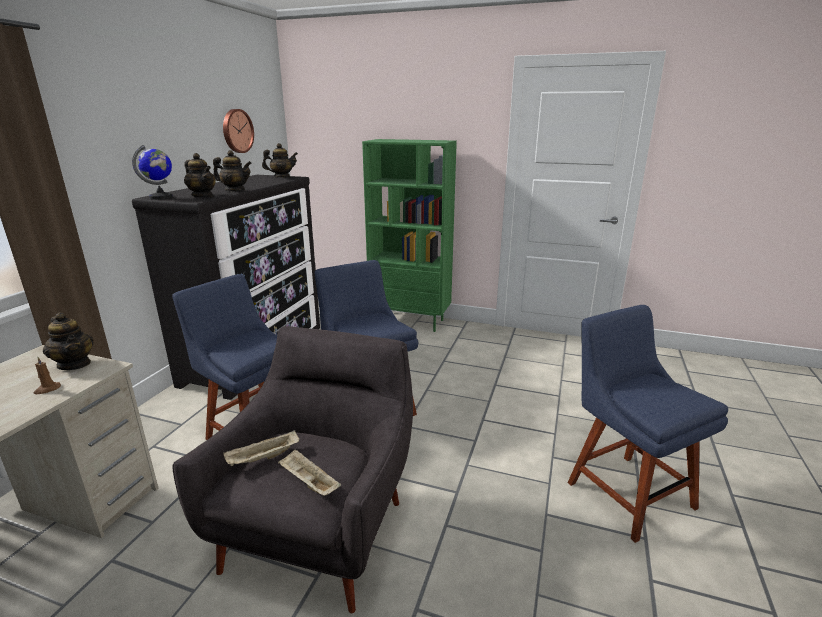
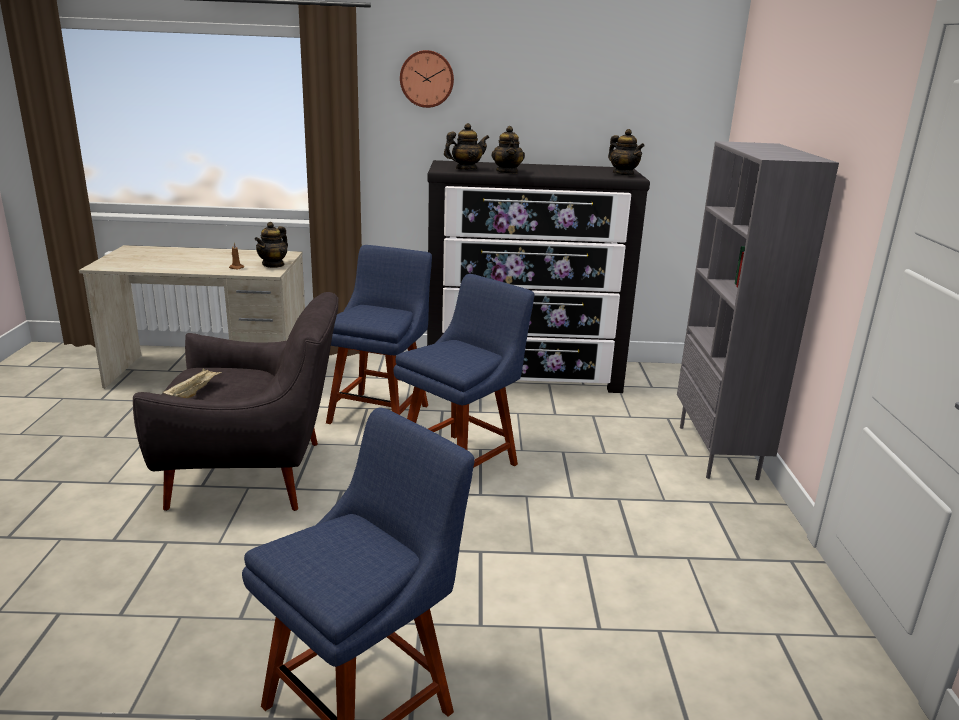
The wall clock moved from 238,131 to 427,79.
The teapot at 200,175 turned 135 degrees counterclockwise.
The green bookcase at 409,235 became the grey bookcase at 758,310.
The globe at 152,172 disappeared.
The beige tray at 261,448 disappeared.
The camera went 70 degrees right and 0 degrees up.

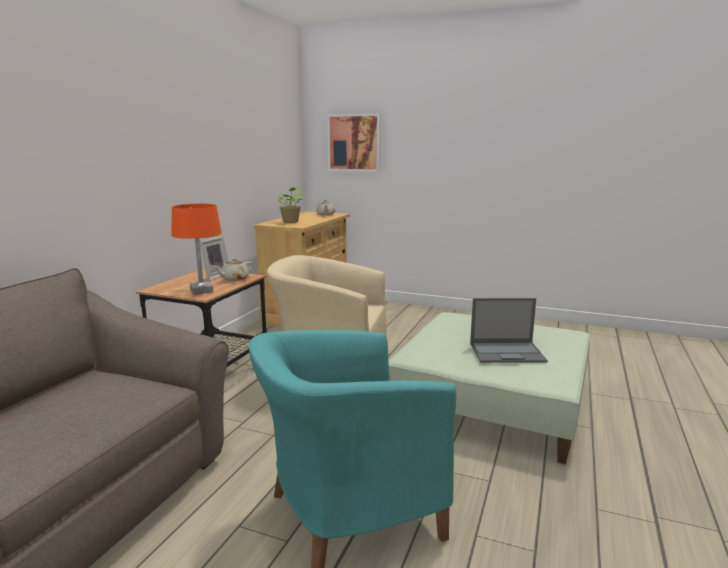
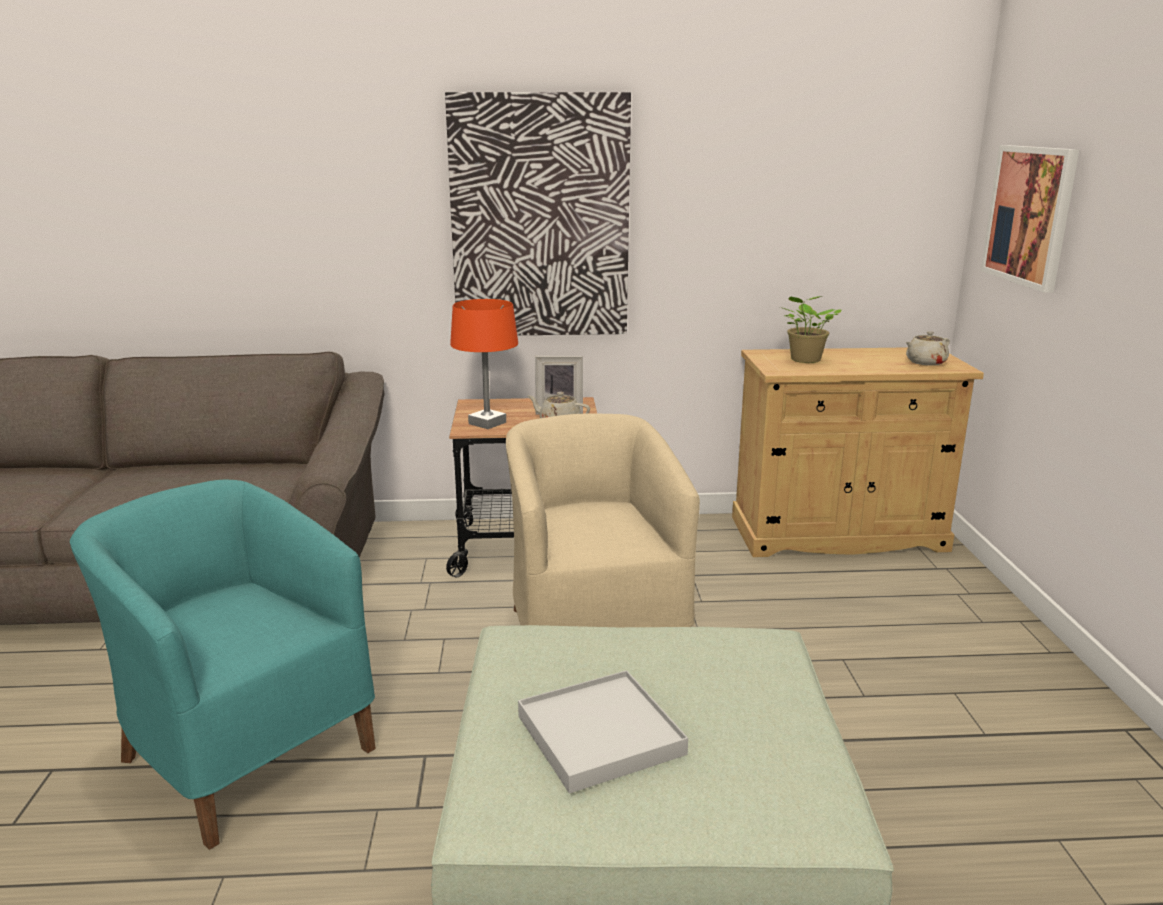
The picture at 538,213 appeared.
The laptop at 509,330 was replaced by the white tray at 603,732.
The camera went 65 degrees right and 5 degrees up.

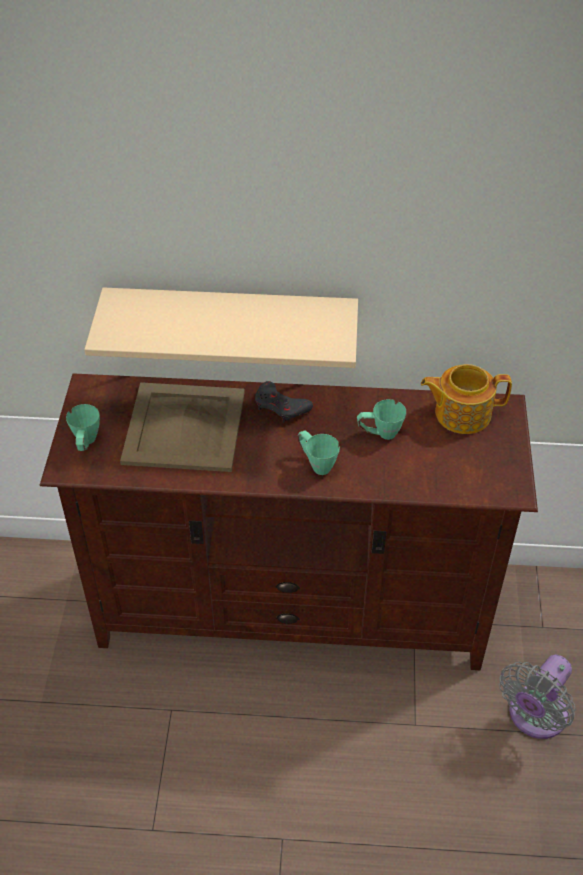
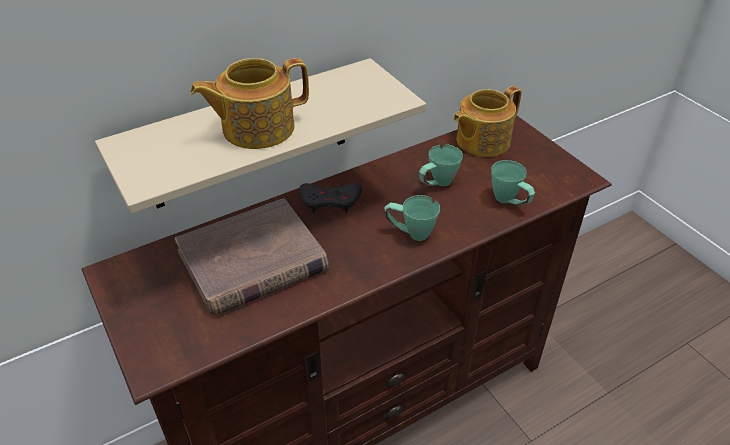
The beige tray at 182,427 was replaced by the brown book at 252,256.
The teapot at 249,103 appeared.
The green mug moved from 83,427 to 513,182.
The grey fan at 537,697 disappeared.
The camera went 35 degrees left and 5 degrees down.

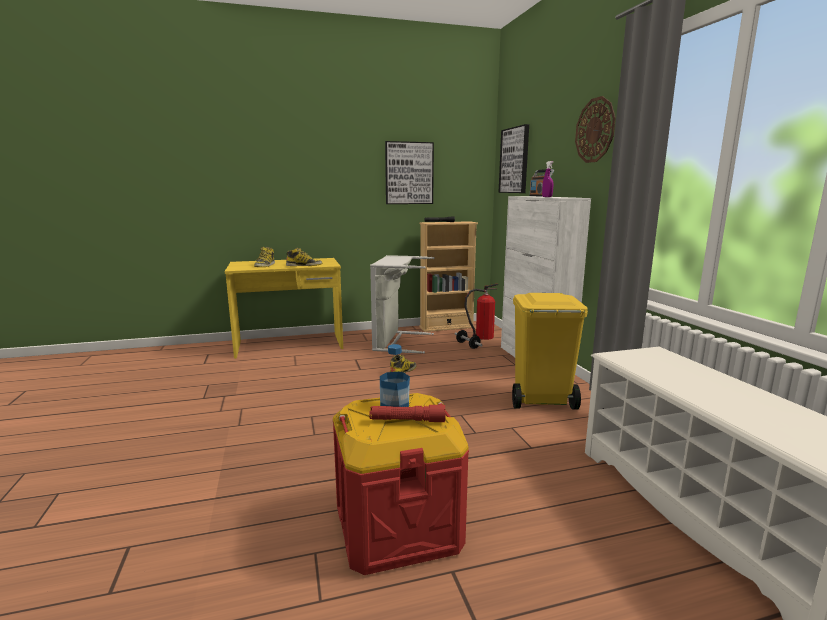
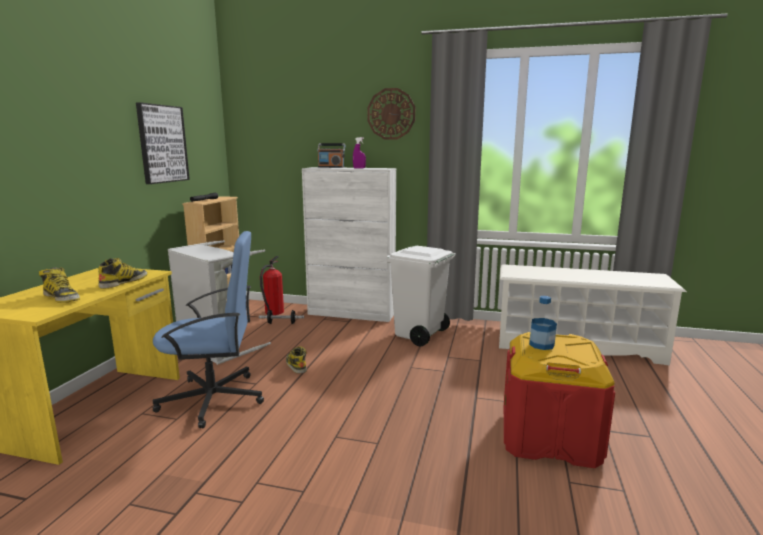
The blue office chair at 208,330 appeared.
The yellow trash can at 550,351 became the white trash can at 421,296.
The red flashlight at 407,413 disappeared.
The picture at 514,158 disappeared.
The camera went 60 degrees left and 0 degrees up.

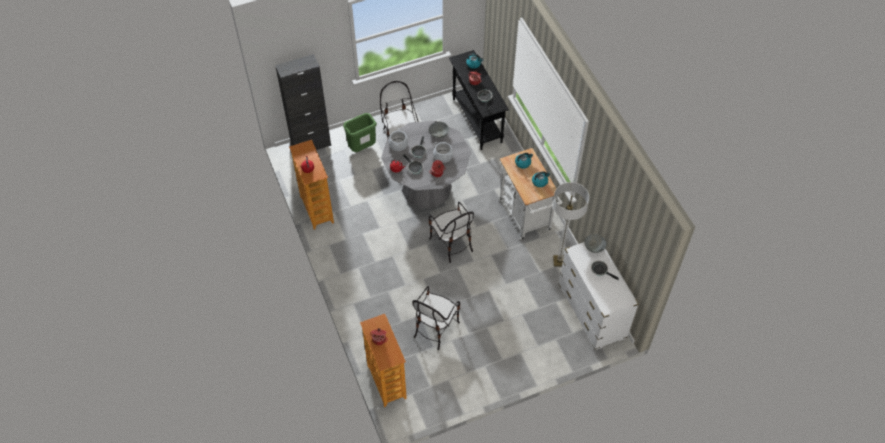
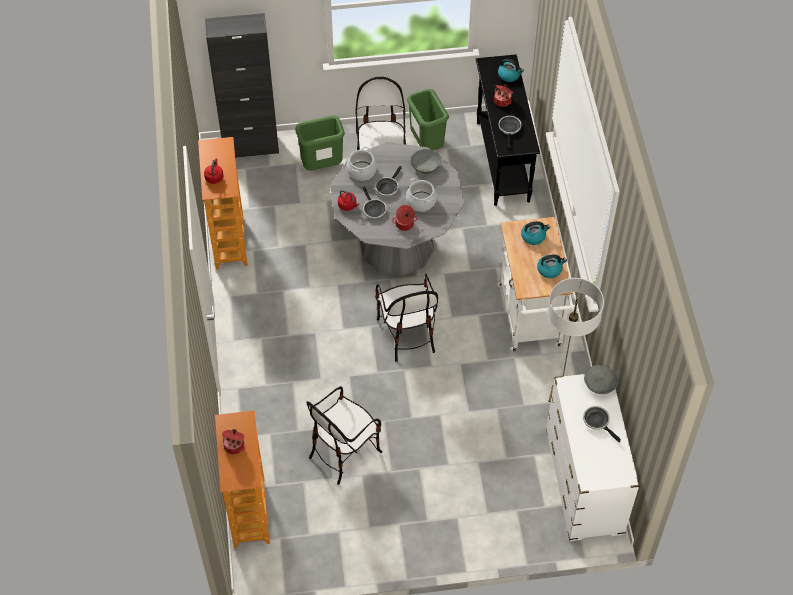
The green trash can at 428,119 appeared.
The camera went 15 degrees right and 0 degrees up.

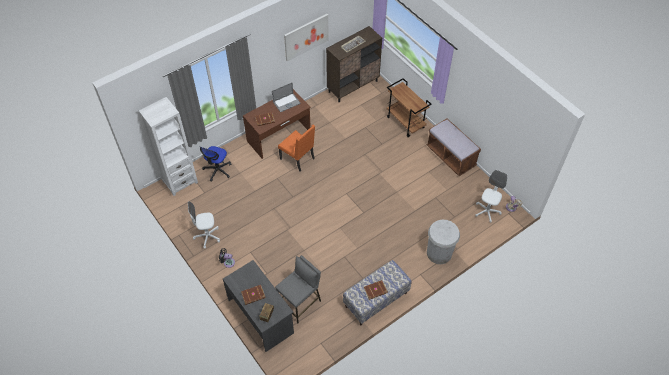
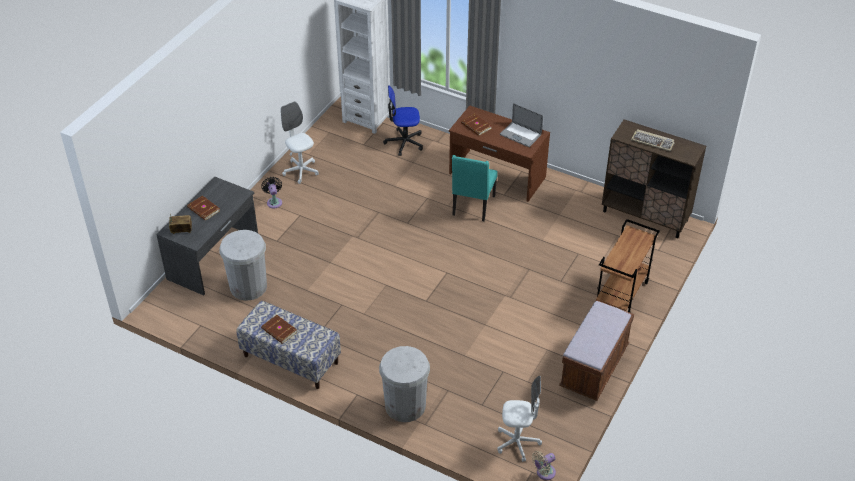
The grey stool at 298,289 was replaced by the white trash can at 243,265.
The orange chair at 296,148 became the turquoise chair at 475,188.
The picture at 306,38 disappeared.
The camera went 65 degrees right and 10 degrees down.

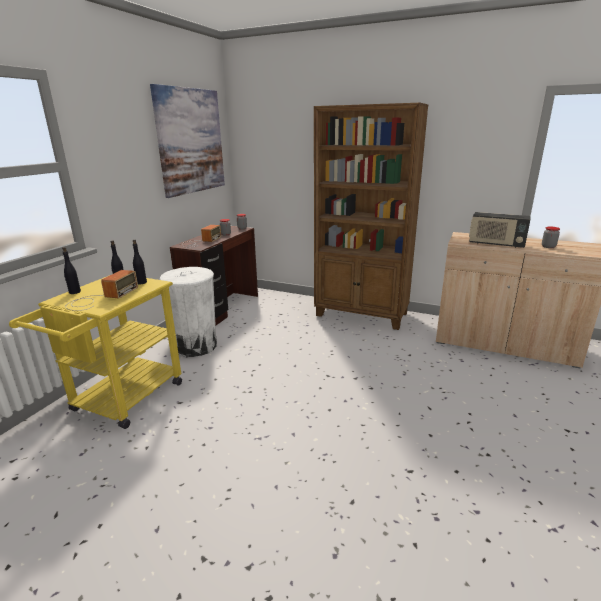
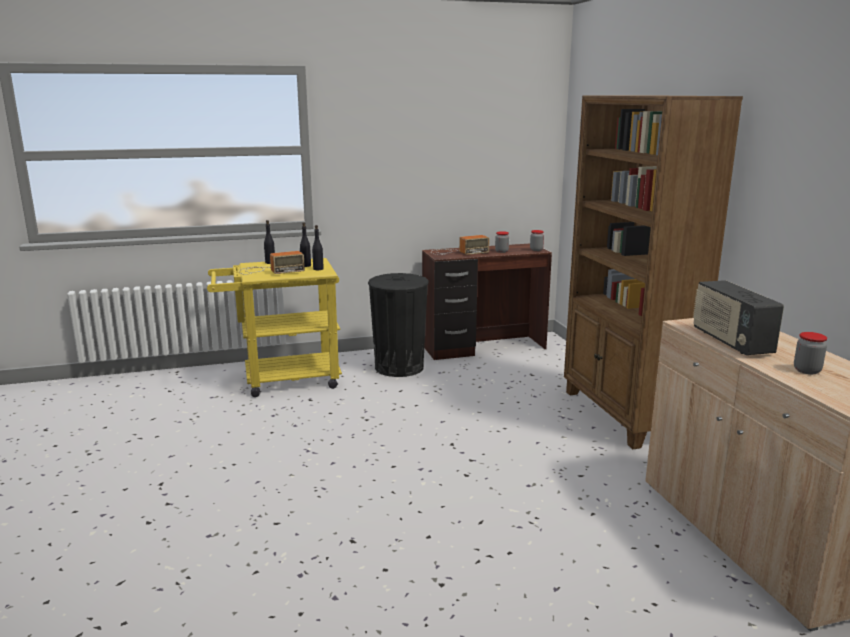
The white trash can at 188,312 became the black trash can at 398,325.
The picture at 187,141 disappeared.
The camera went 50 degrees right and 5 degrees down.

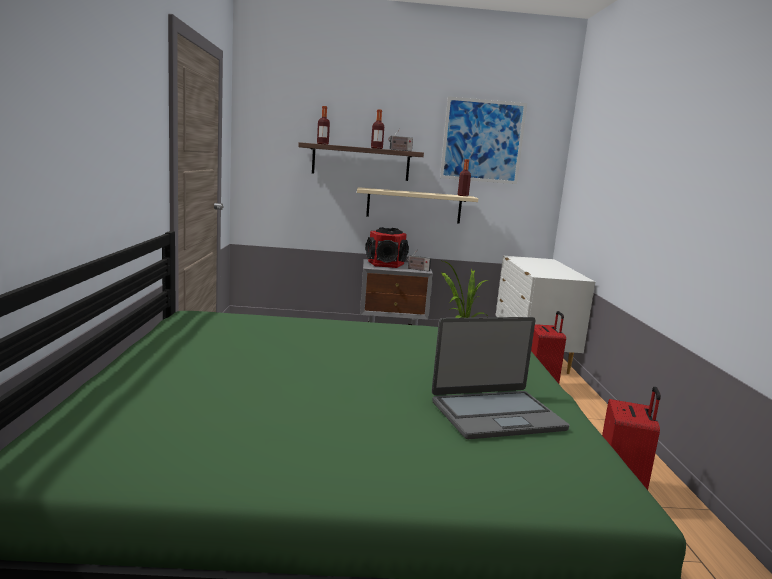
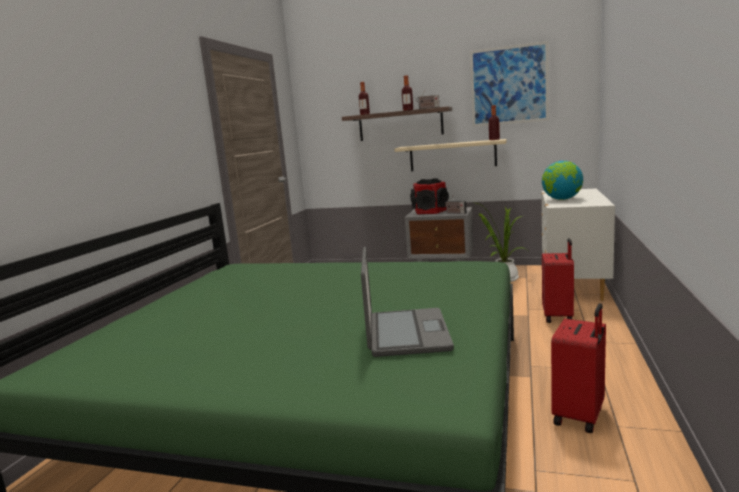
The laptop at 500,378 turned 90 degrees counterclockwise.
The globe at 562,180 appeared.
The camera went 20 degrees right and 0 degrees up.

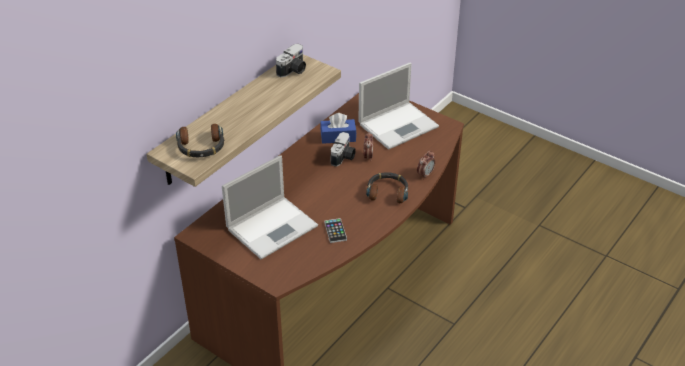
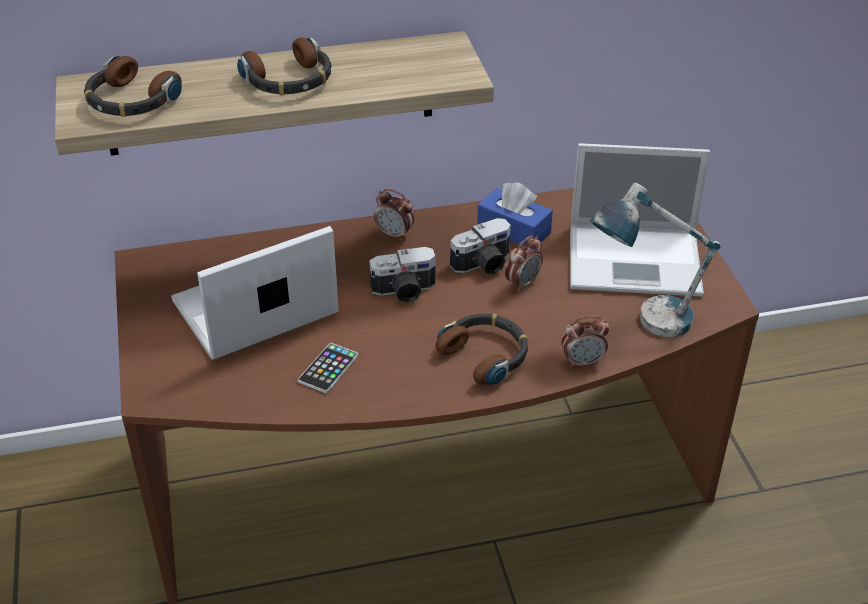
The laptop at 270,207 turned 150 degrees clockwise.
The headphones at 284,66 appeared.
The photo camera moved from 291,61 to 402,275.
The alarm clock at 394,215 appeared.
The table lamp at 655,260 appeared.
The camera went 40 degrees right and 0 degrees up.

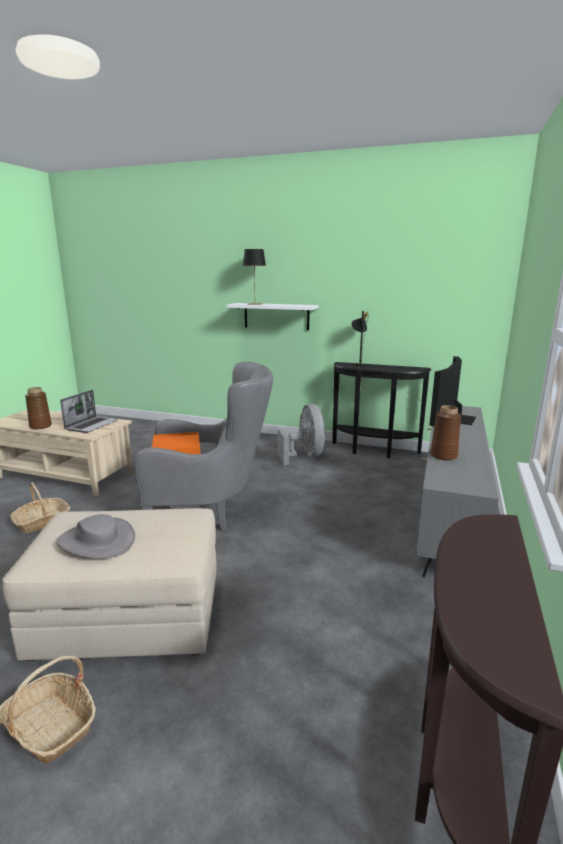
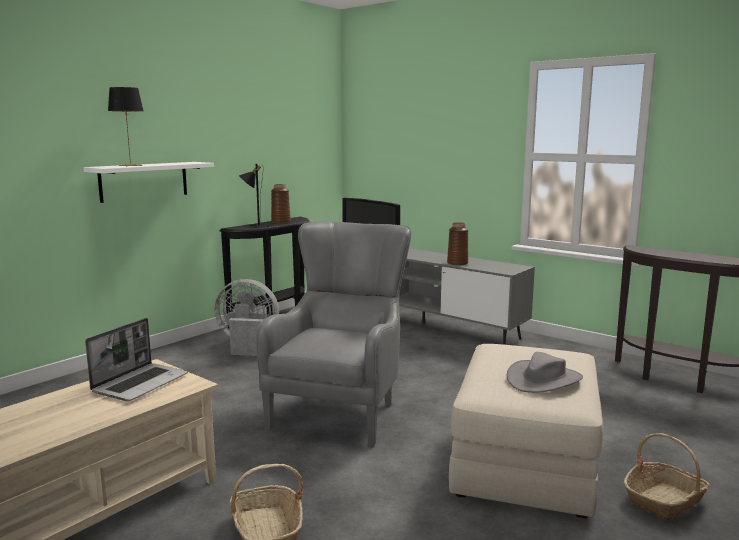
The laptop at 89,411 turned 75 degrees clockwise.
The brown vase moved from 38,408 to 281,203.
The orange tray at 176,443 disappeared.
The camera went 70 degrees left and 5 degrees down.

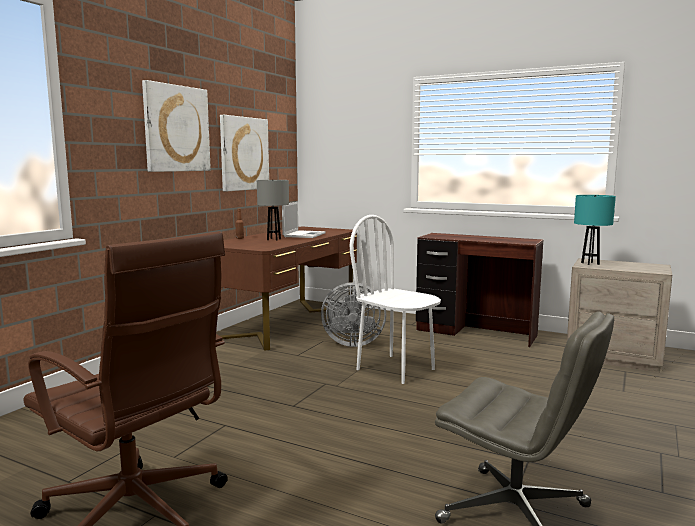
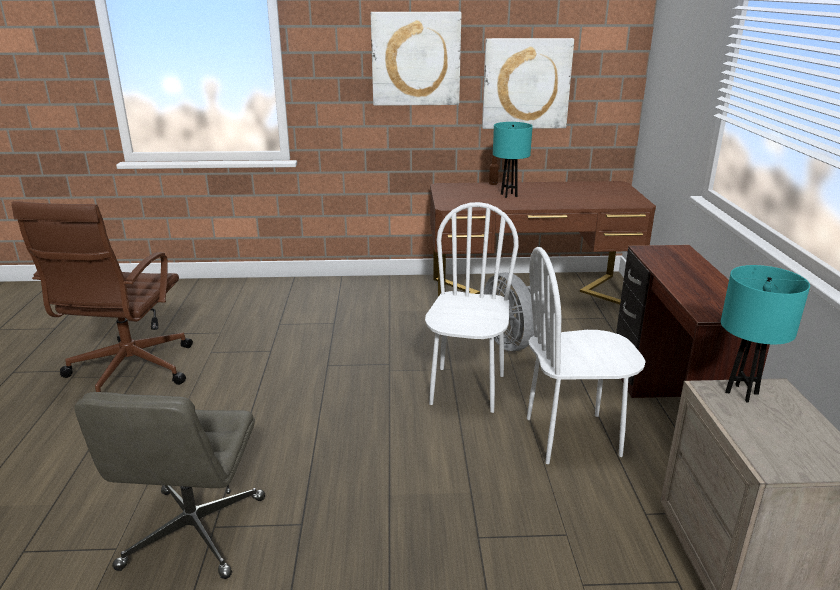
The grey table lamp at 273,210 became the turquoise table lamp at 513,160.
The white chair at 586,355 appeared.
The laptop at 304,220 disappeared.
The camera went 60 degrees right and 15 degrees up.

